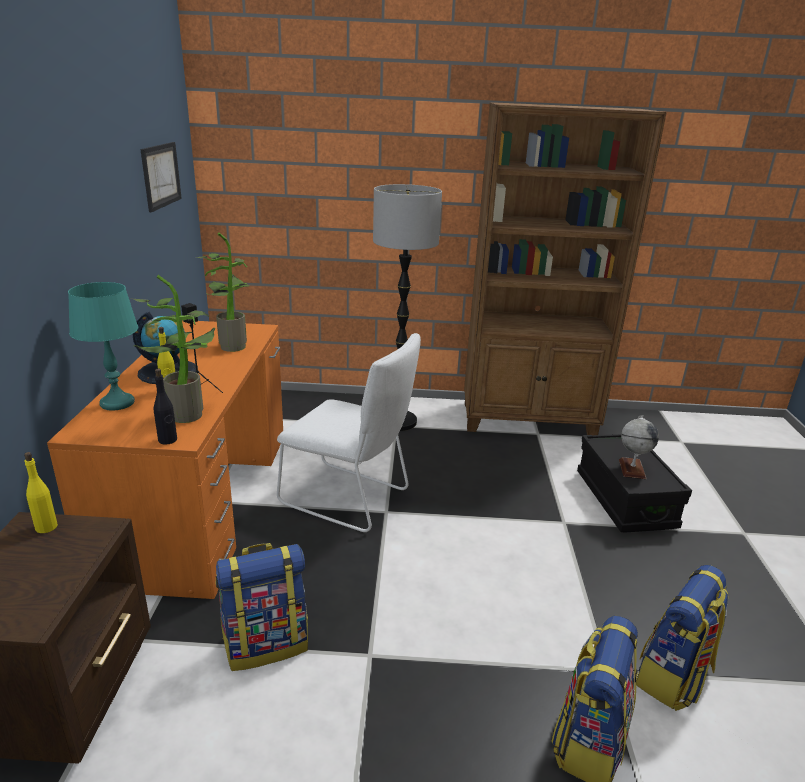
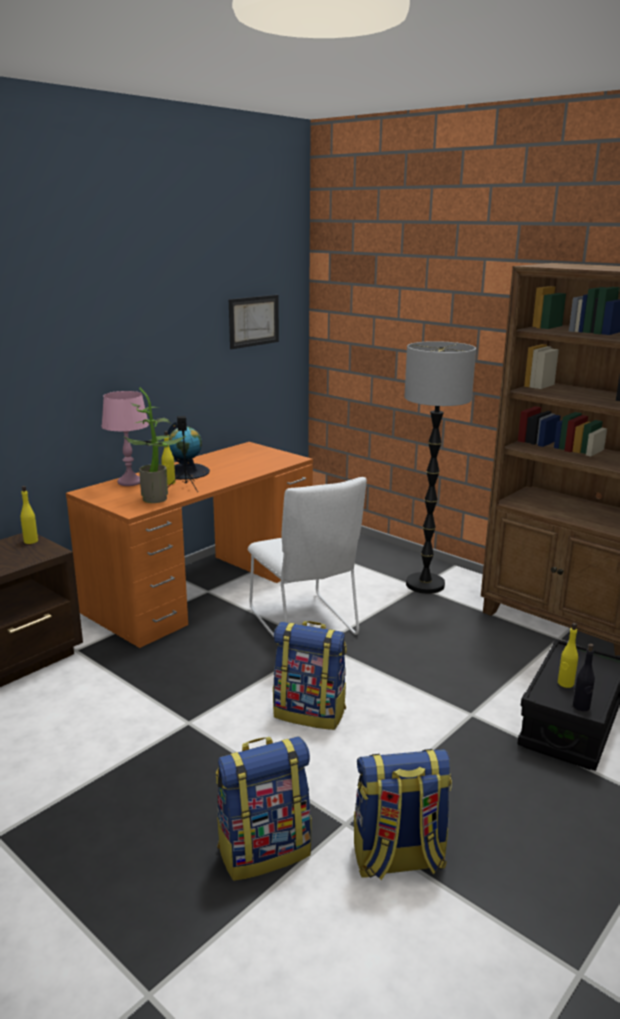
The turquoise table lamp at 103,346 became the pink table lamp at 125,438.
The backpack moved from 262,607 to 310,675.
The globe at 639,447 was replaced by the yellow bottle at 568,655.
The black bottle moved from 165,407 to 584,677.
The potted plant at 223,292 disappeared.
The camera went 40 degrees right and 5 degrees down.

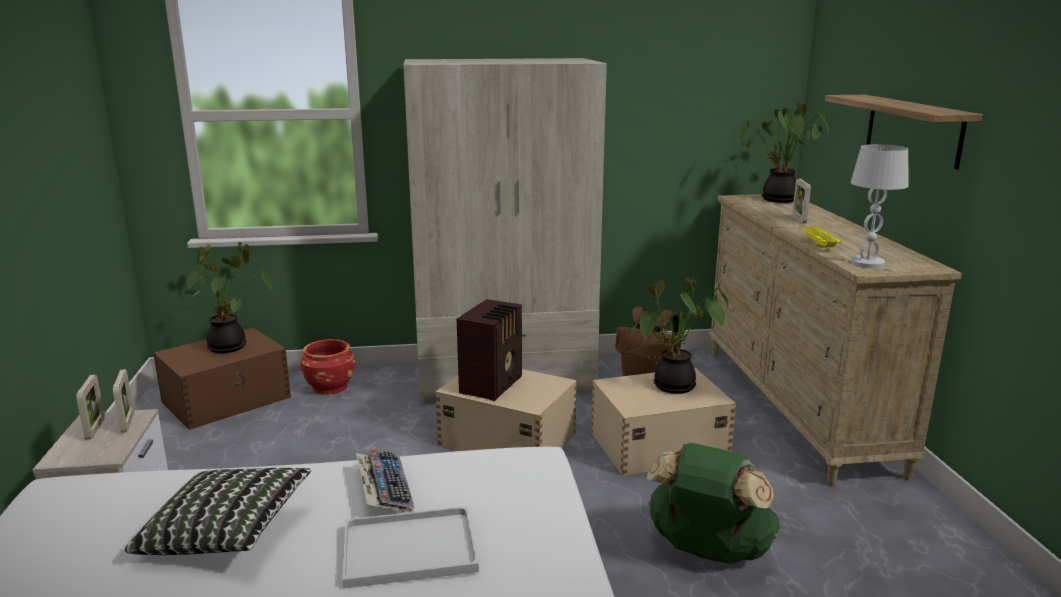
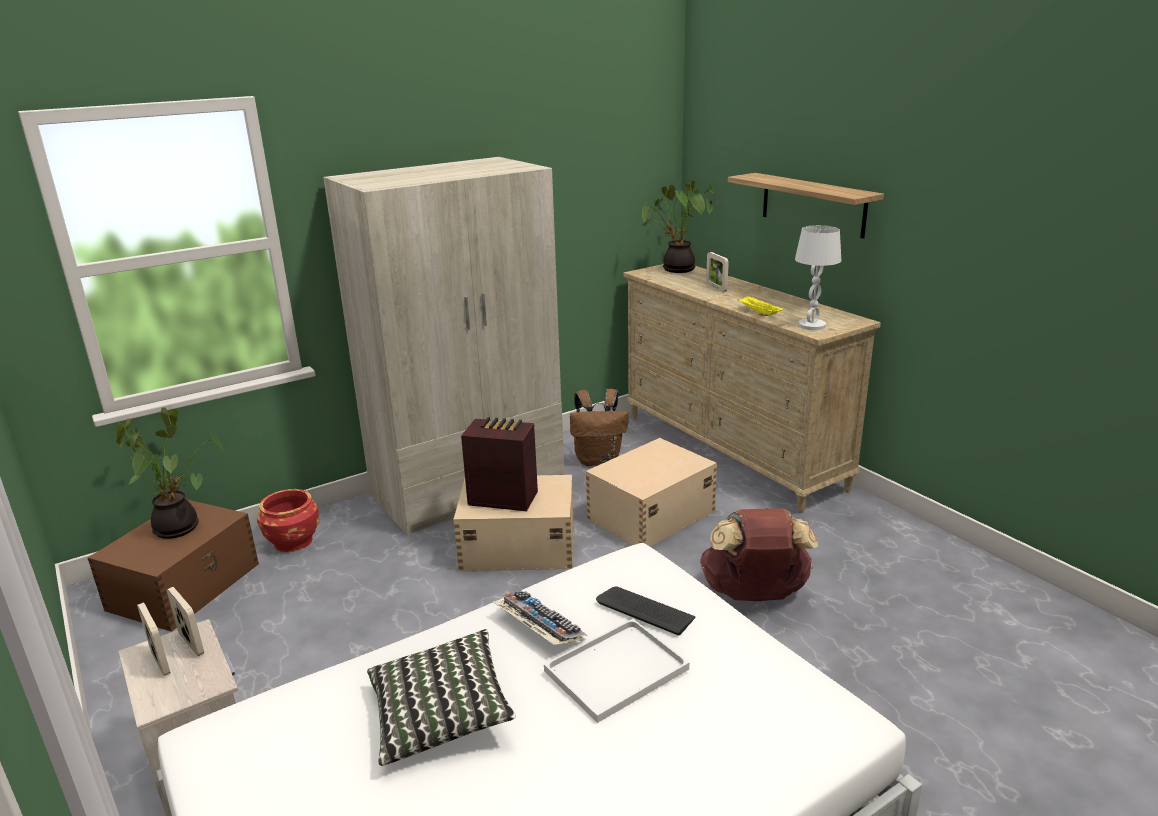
The radio at 489,350 turned 75 degrees counterclockwise.
The keyboard at 645,610 appeared.
The green backpack at 713,503 became the brown backpack at 759,554.
The potted plant at 679,335 disappeared.
The camera went 25 degrees left and 5 degrees up.

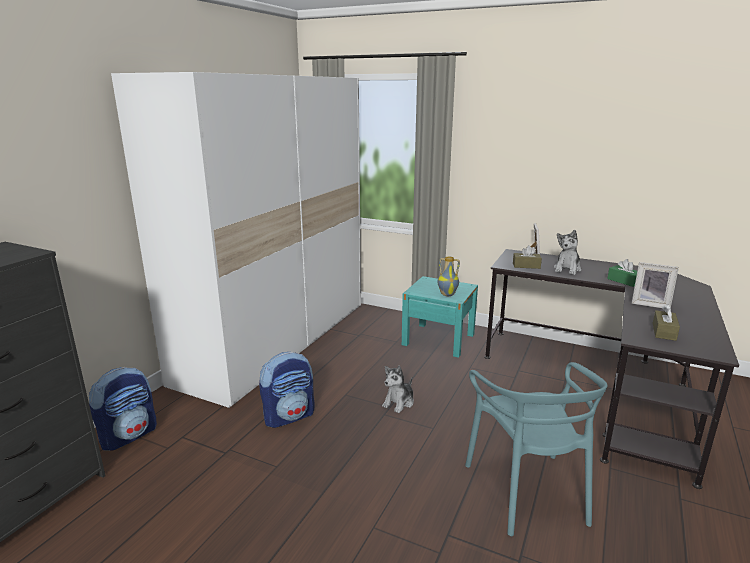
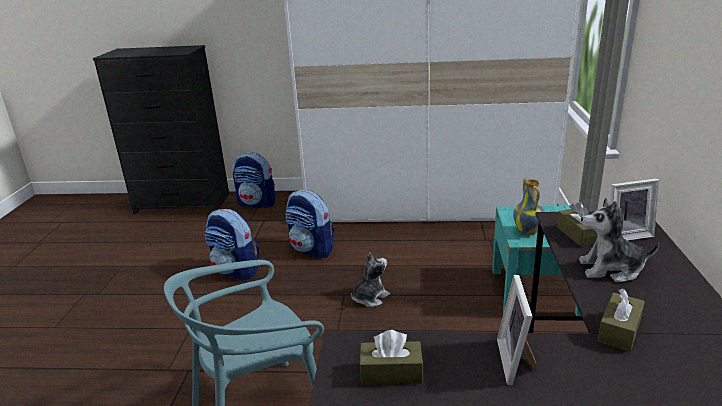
The backpack at 231,245 appeared.
The plush toy at 398,389 turned 120 degrees clockwise.
The green tissue box at 622,273 became the brown tissue box at 621,320.
The camera went 70 degrees right and 5 degrees up.

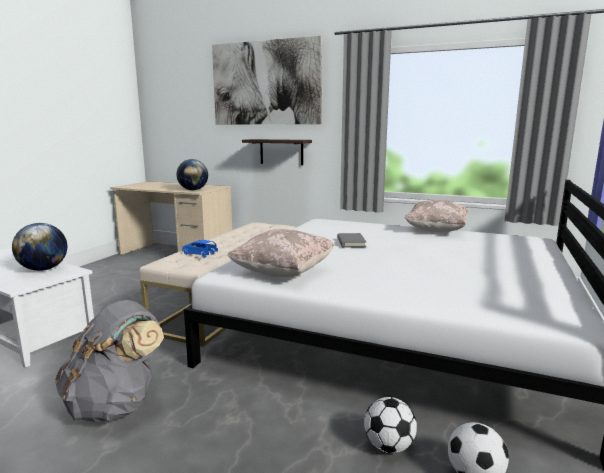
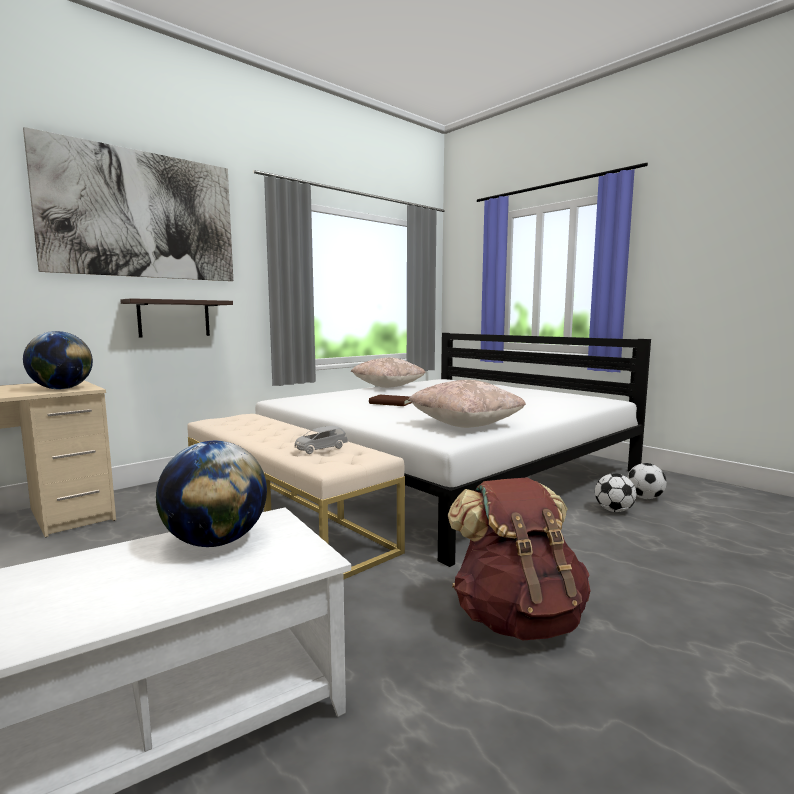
The blue toy car at 200,249 became the grey toy car at 321,440.
The grey book at 351,240 became the brown book at 390,400.
The grey backpack at 109,361 became the brown backpack at 519,559.
The camera went 65 degrees left and 5 degrees down.

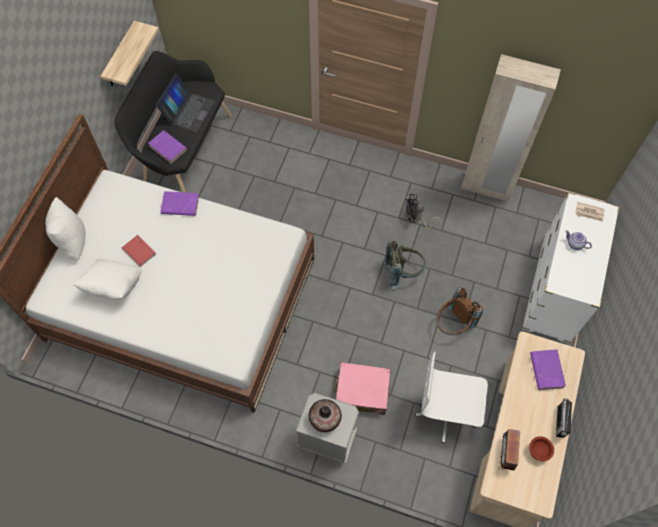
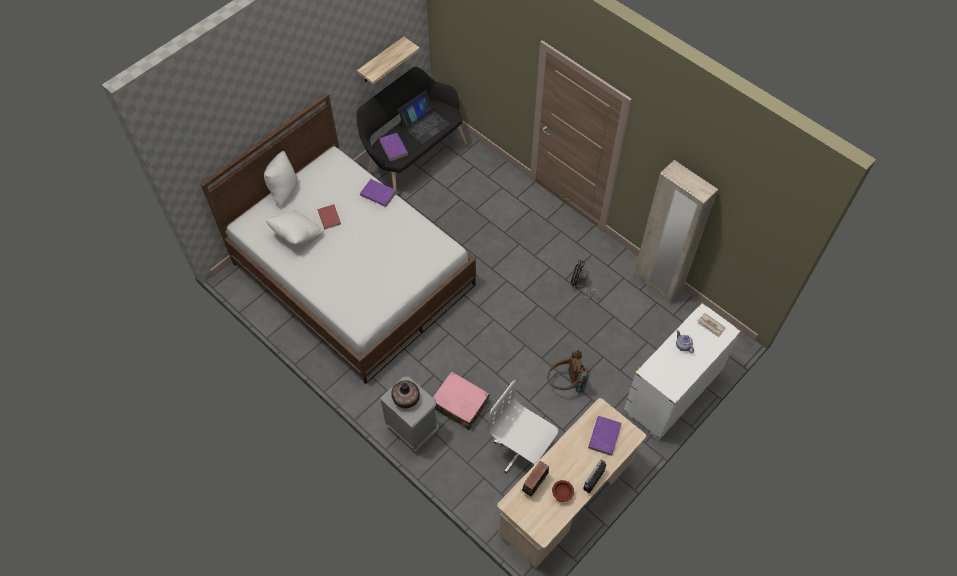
The grey backpack at 405,264 disappeared.
The camera went 25 degrees right and 5 degrees down.

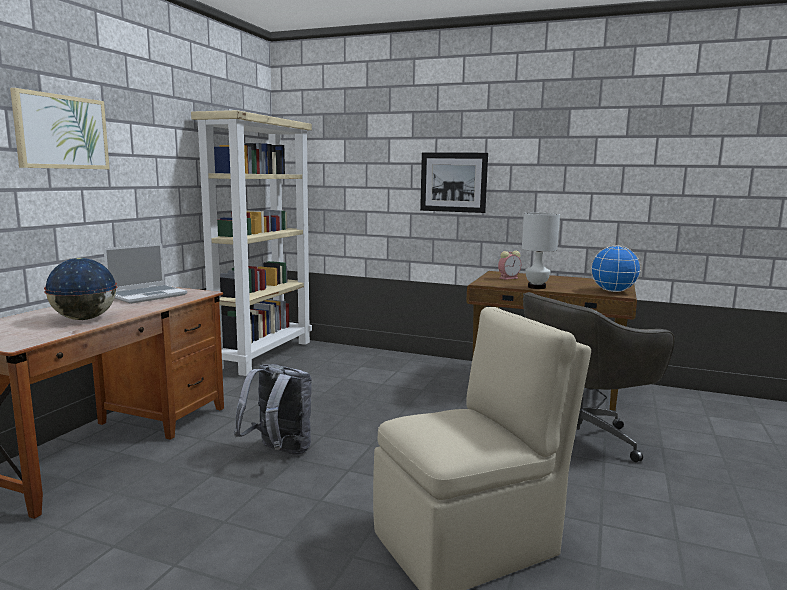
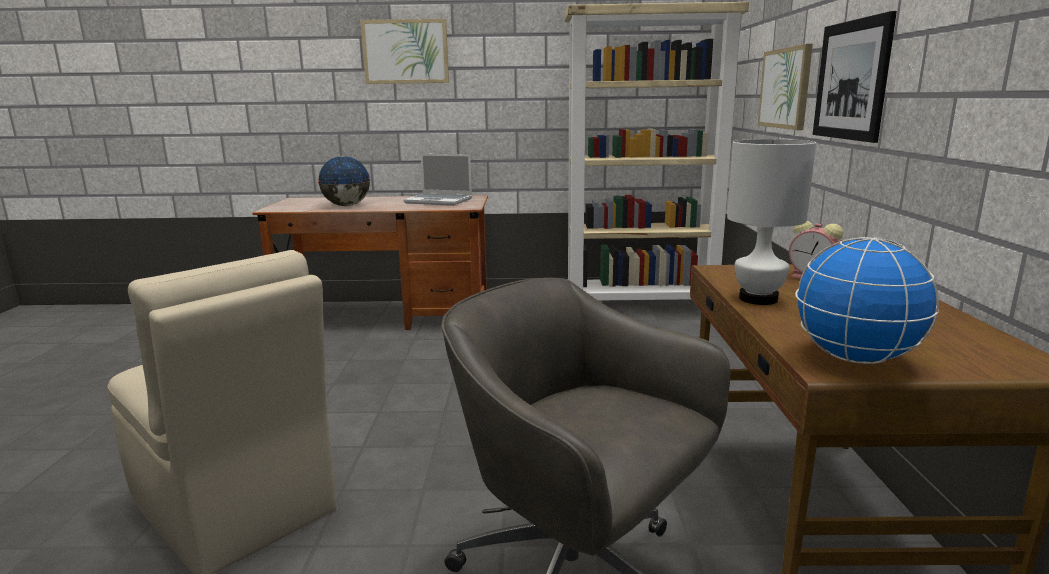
The picture at 785,87 appeared.
The grey backpack at 273,409 disappeared.
The camera went 70 degrees right and 5 degrees up.

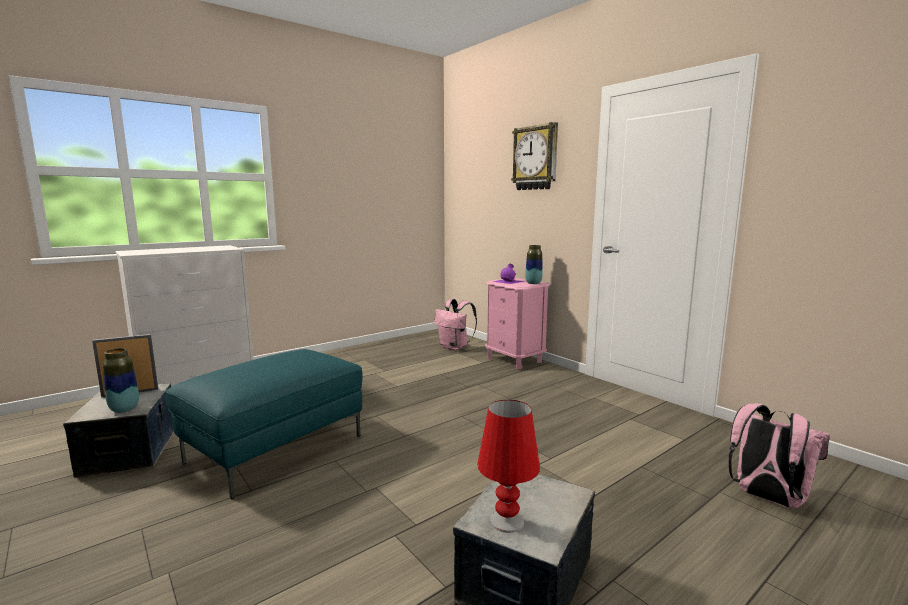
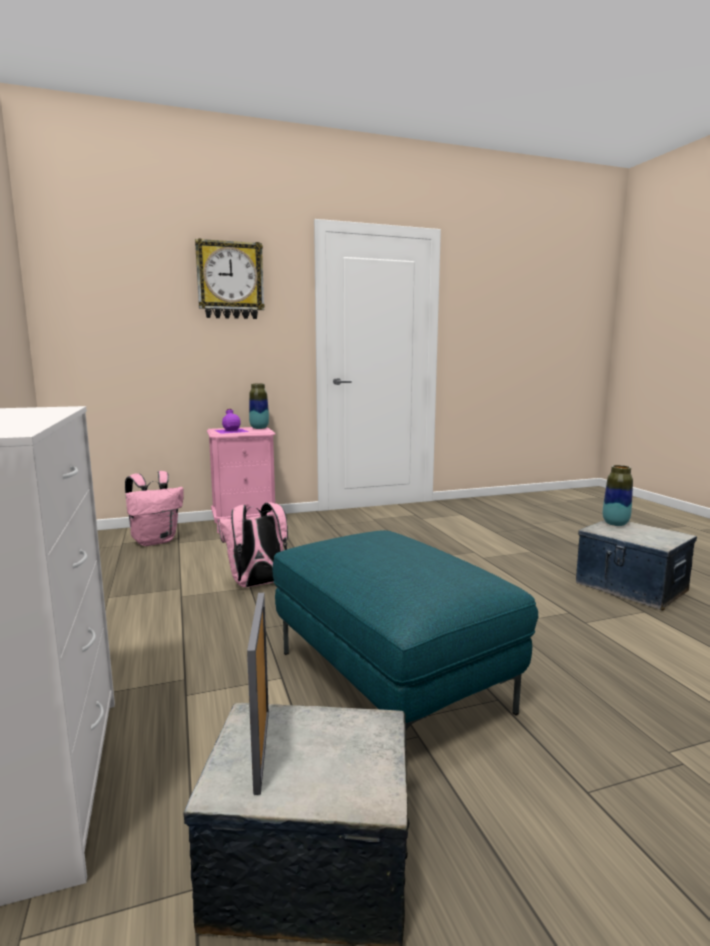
The pink backpack moved from 779,456 to 253,544.
The vase moved from 121,380 to 618,495.
The red table lamp at 508,466 disappeared.
The camera went 70 degrees left and 0 degrees up.

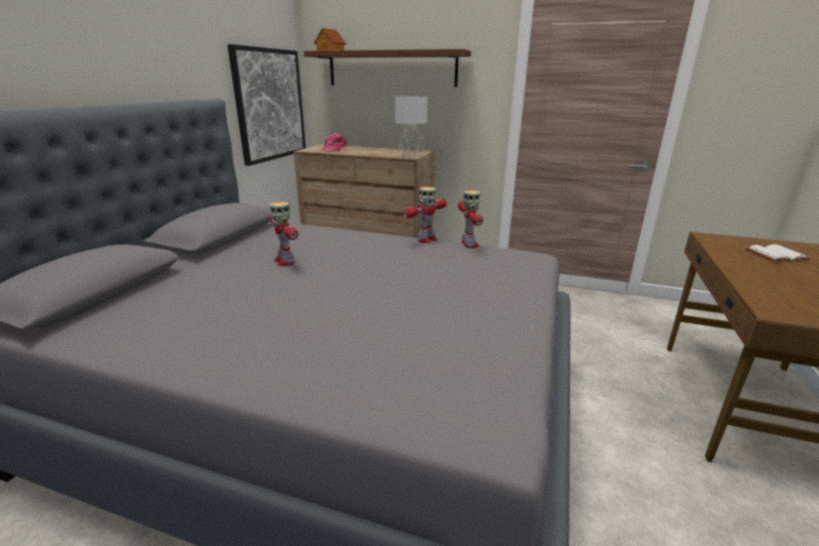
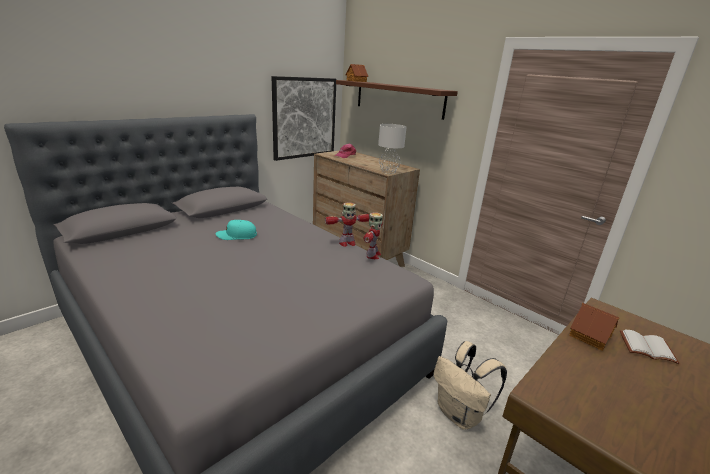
The toy robot at 284,233 was replaced by the turquoise cap at 236,230.
The beige backpack at 470,385 appeared.
The toy house at 594,327 appeared.
The camera went 25 degrees right and 0 degrees up.

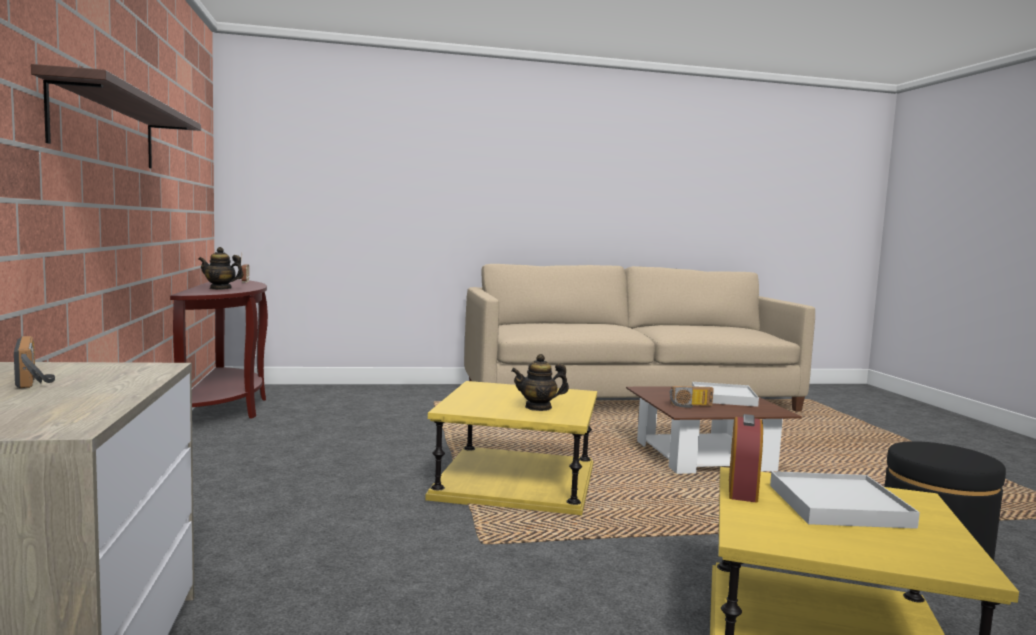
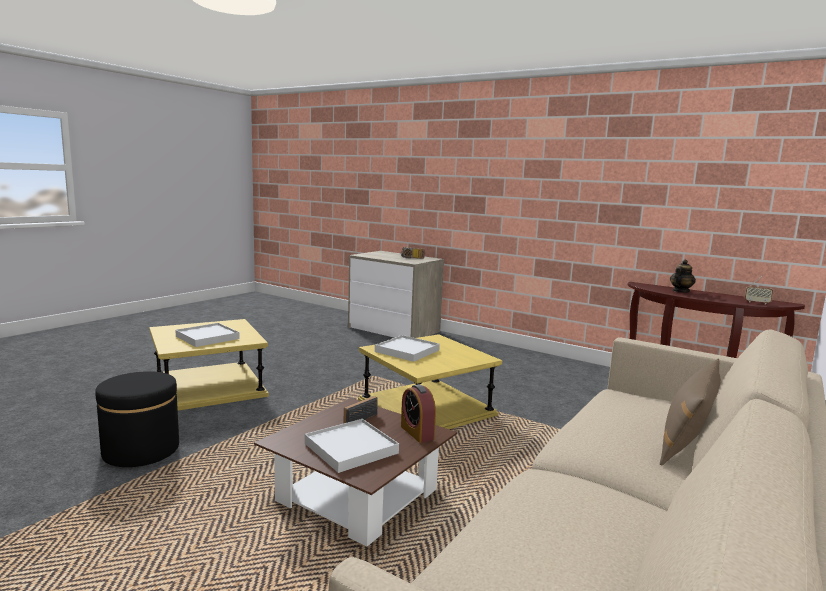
The teapot at 540,382 was replaced by the white tray at 407,348.
The alarm clock moved from 746,458 to 418,413.
The brown pillow at 690,412 appeared.
The shelf at 116,116 disappeared.
The camera went 135 degrees right and 5 degrees up.

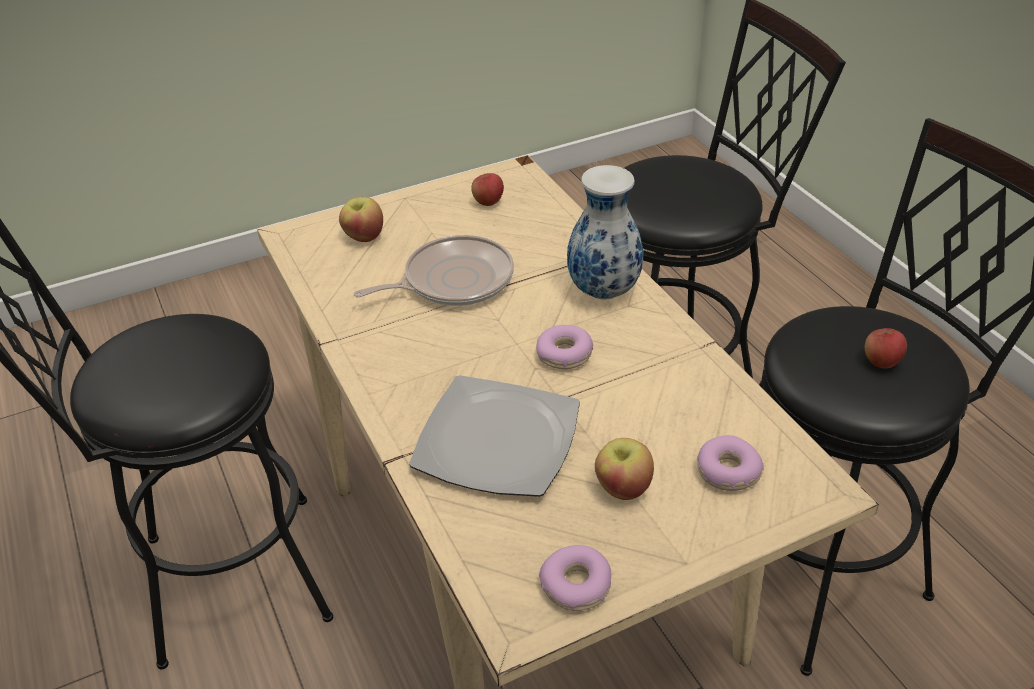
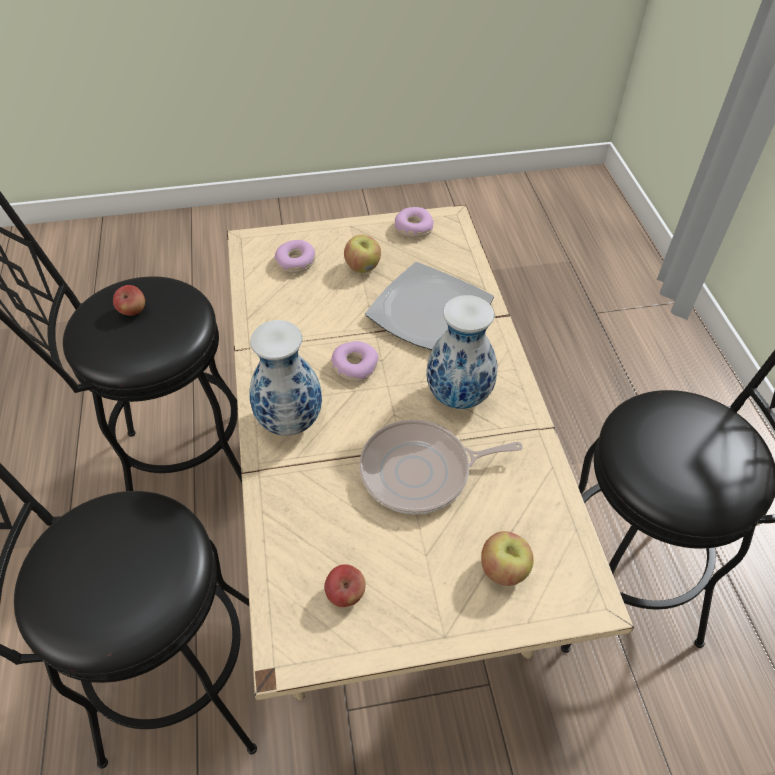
The vase at 462,352 appeared.
The camera went 165 degrees left and 10 degrees up.

